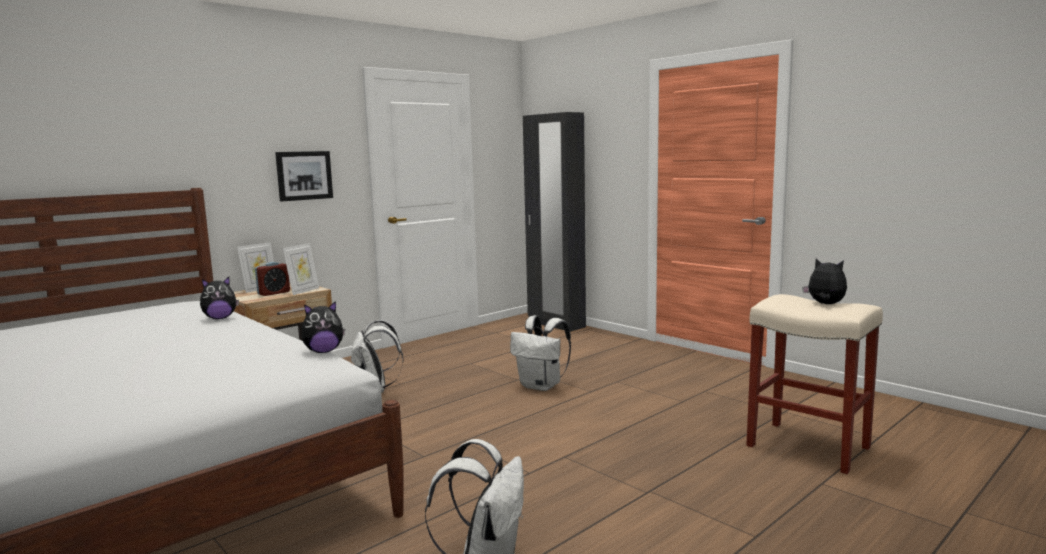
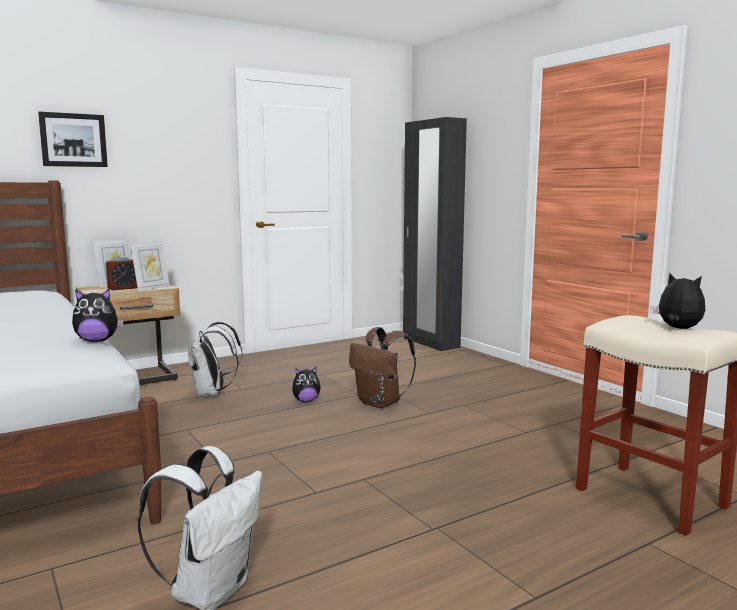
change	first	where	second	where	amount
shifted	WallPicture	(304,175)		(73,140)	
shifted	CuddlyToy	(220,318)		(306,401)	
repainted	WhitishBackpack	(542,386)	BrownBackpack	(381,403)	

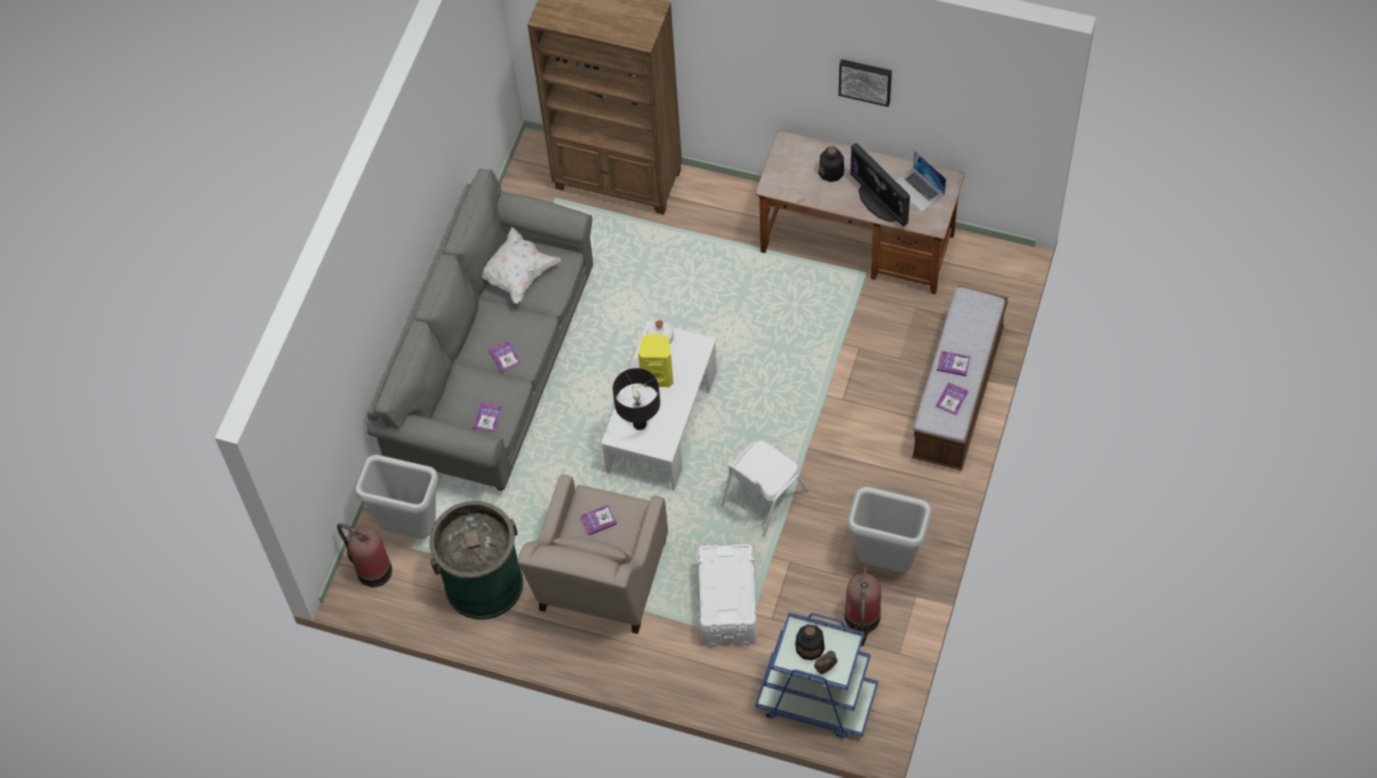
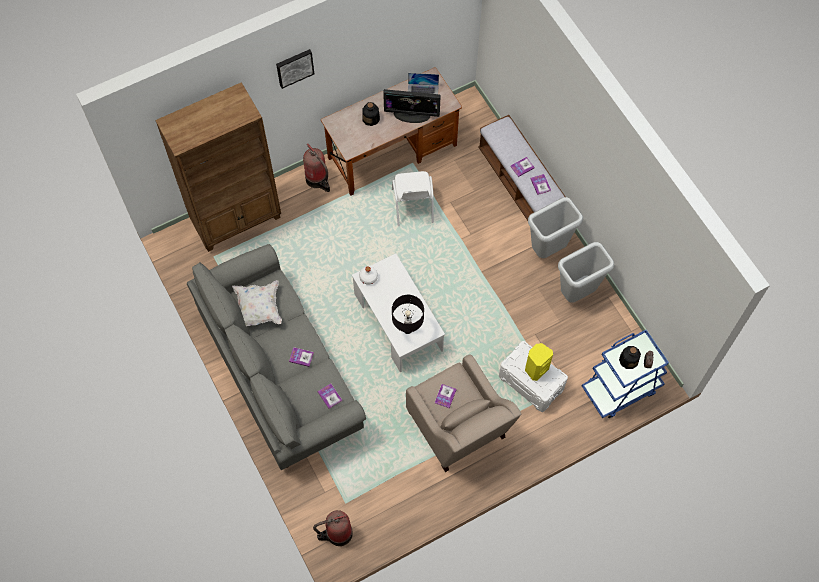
change	first	where	second	where	amount
shifted	WallPicture	(865,80)		(294,67)	
shifted	YellowLoudspeaker	(658,376)		(535,369)	
shifted	WhitishUprightChair	(762,498)		(412,206)	
shifted	GreyishWasteBin	(409,529)		(548,250)	
gone	GreenWasteBin	(484,583)			
shifted	FireExtinguisher	(862,620)		(318,180)	

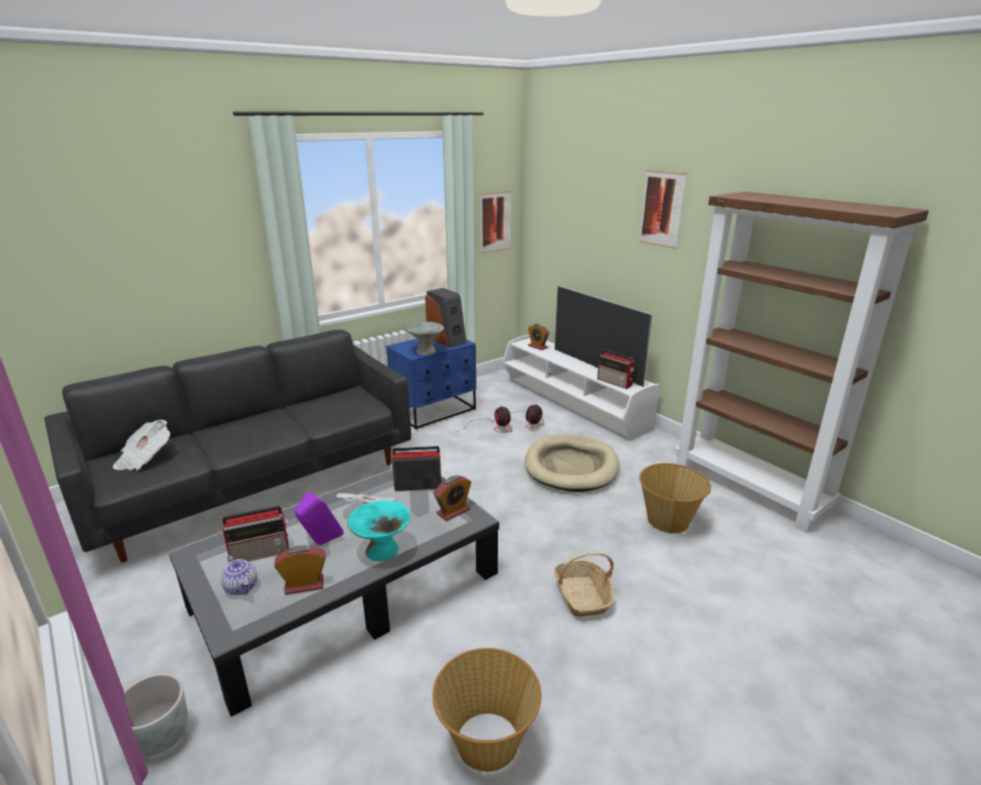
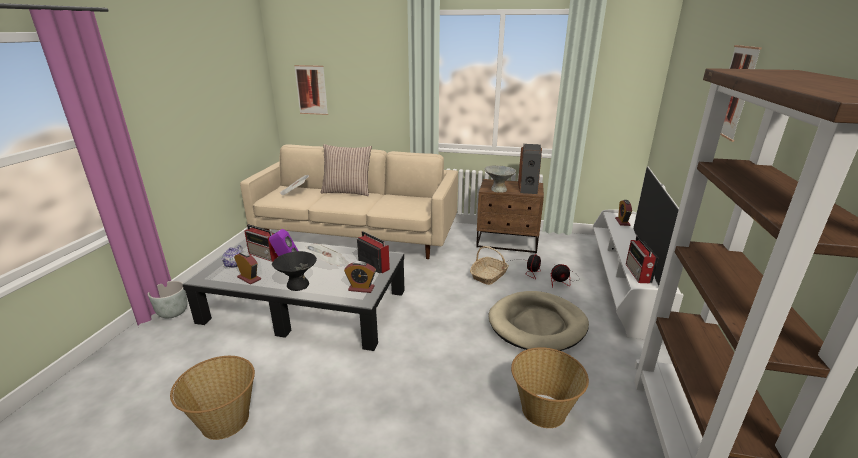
change	first	where	second	where	amount
shifted	WallPicture	(495,222)		(311,90)	
repainted	BlackishSofa	(257,485)	SandColouredSofa	(357,236)	
repainted	BlueNightTable	(435,411)	BrownNightTable	(507,242)	
repainted	TurquoiseColouredDeepDish	(382,551)	BlackishDeepDish	(297,285)	
shifted	StorageBasket	(582,596)		(488,275)	
new			ThrowPillow	(347,192)	

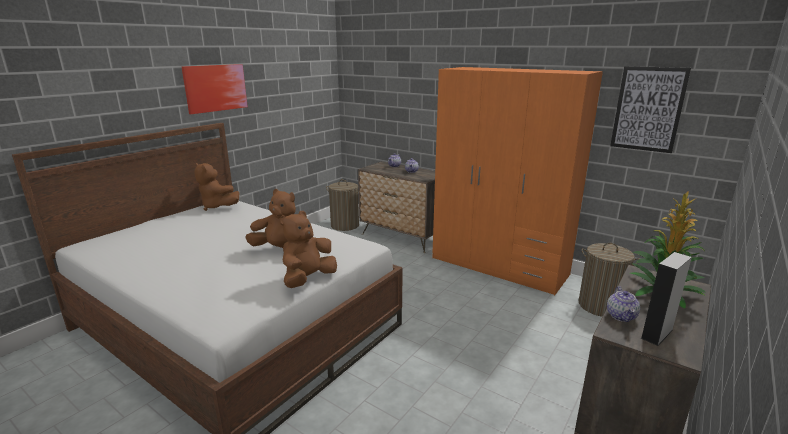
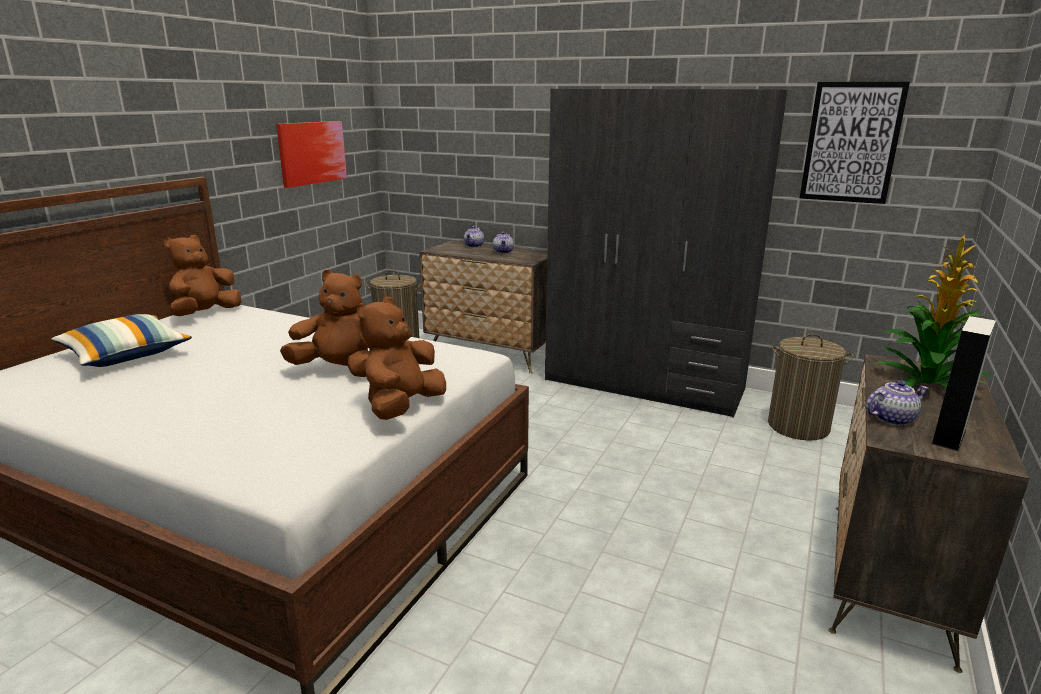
change	first	where	second	where	amount
shifted	WallPicture	(215,88)		(312,152)	
repainted	OrangeyClothesCupboard	(499,266)	GreyishClothesCupboard	(644,384)	
rotated	BrownCuddlyToy	(217,206)		(205,314)	90 degrees clockwise
rotated	TeaPot	(621,316)		(892,418)	105 degrees counterclockwise
new			ThrowPillow	(126,355)	

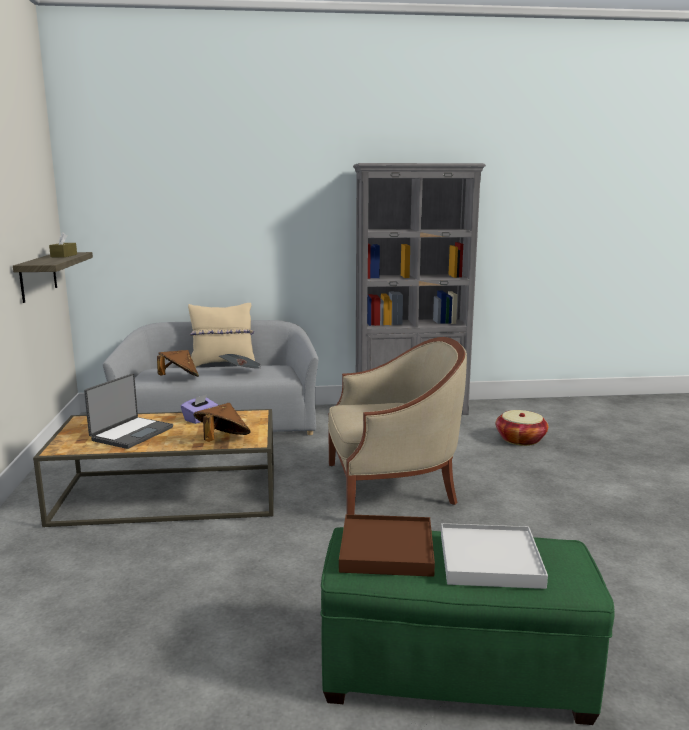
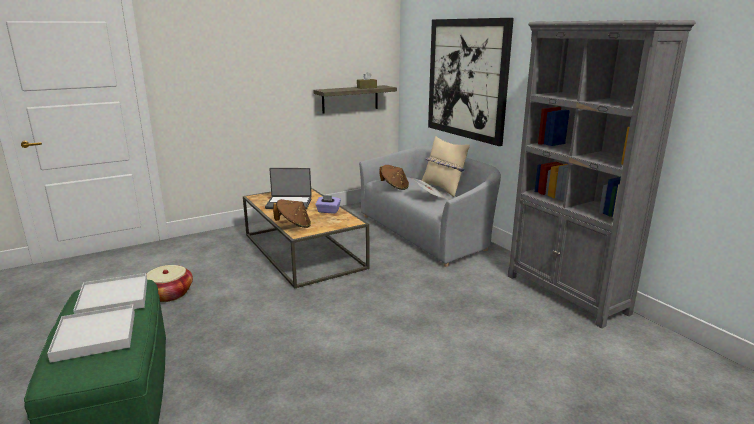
change	first	where	second	where	amount
gone	SandColouredEasyChair	(391,487)			
shifted	StorageBasket	(520,439)		(168,294)	
repainted	BrownServingTray	(387,549)	WhitishServingTray	(113,298)	
new			WallPicture	(467,79)	

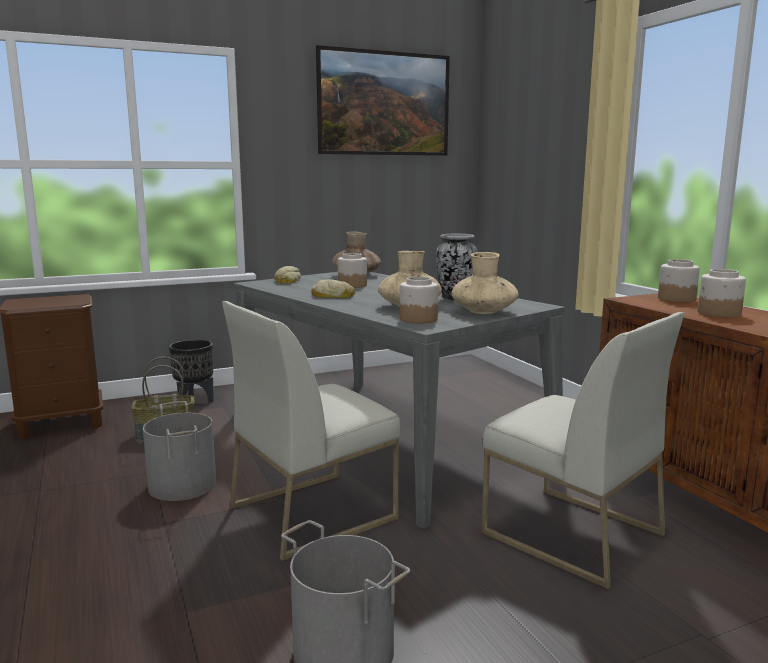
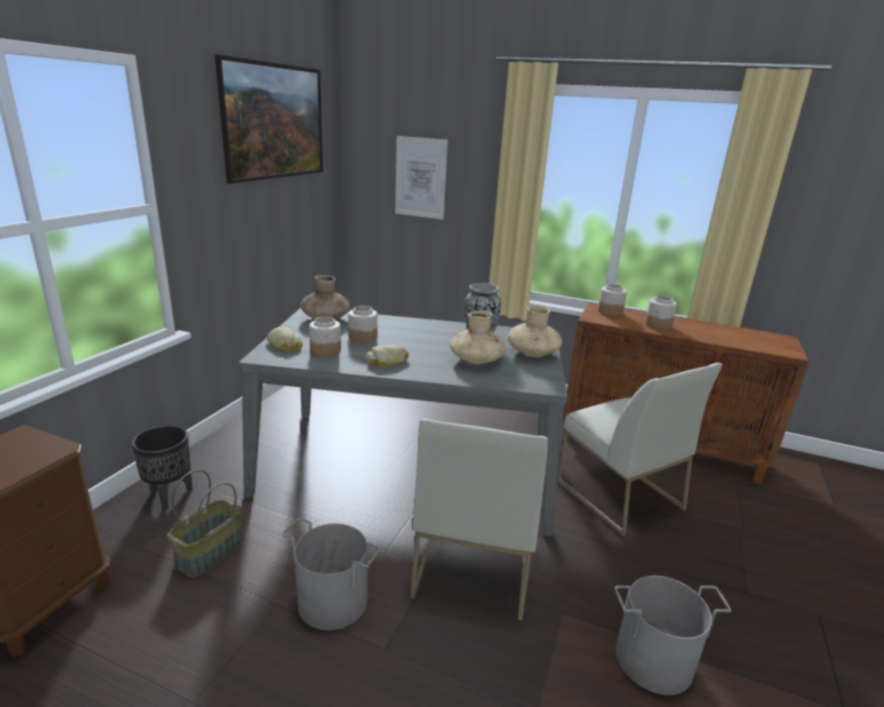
change	first	where	second	where	amount
shifted	Jar	(418,319)		(325,351)	
rotated	WhitishUprightChair	(570,533)		(617,494)	60 degrees clockwise
new			WallPicture	(420,178)	

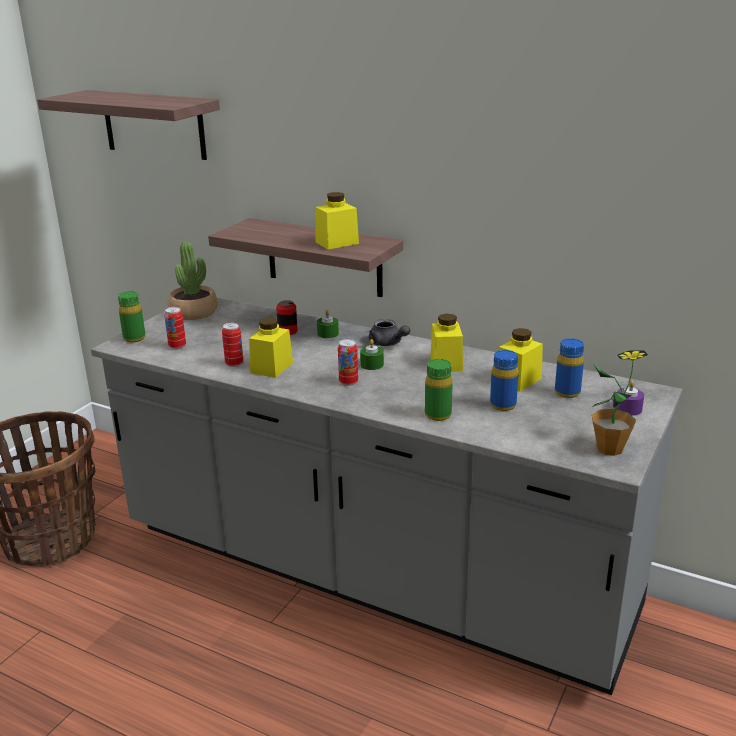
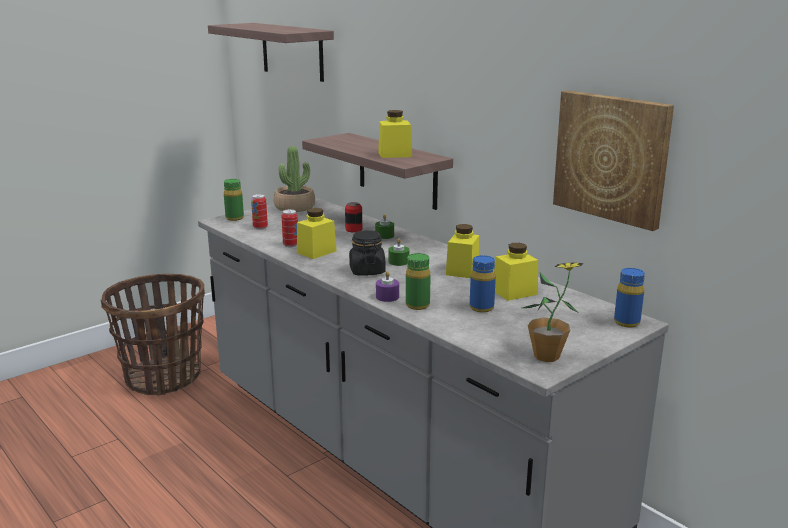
change	first	where	second	where	amount
gone	GreyishTeaPot	(388,343)			
shifted	BlueDrinkBottle	(567,392)		(626,322)	
swapped	Can	(348,382)	BlackishJar	(367,271)	
shifted	PurpleColouredWaxLight	(628,409)		(387,297)	
new			WallPicture	(612,157)	

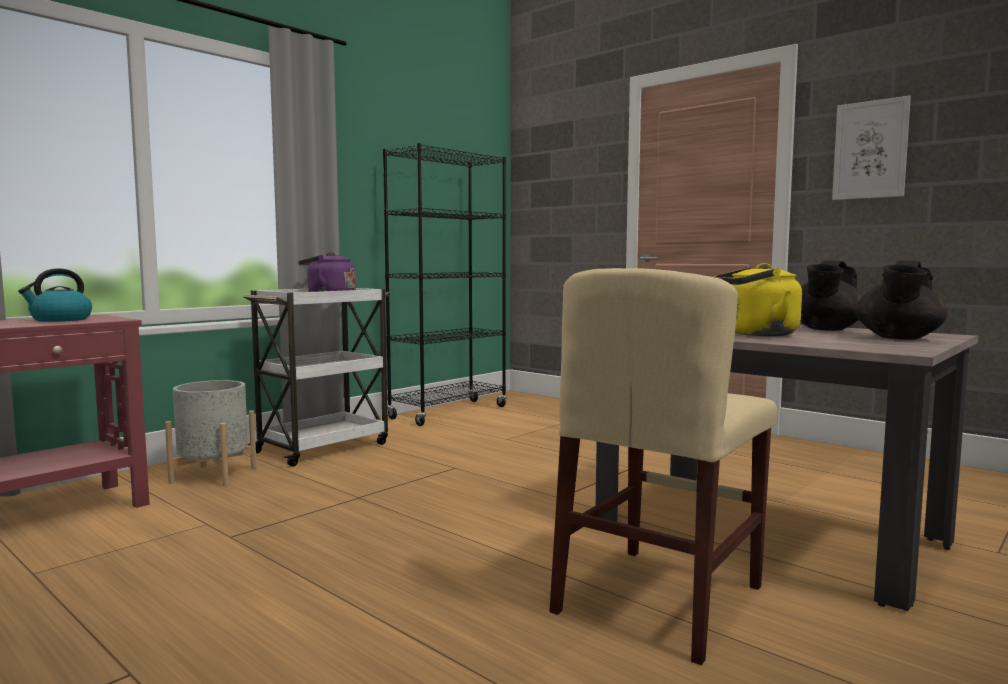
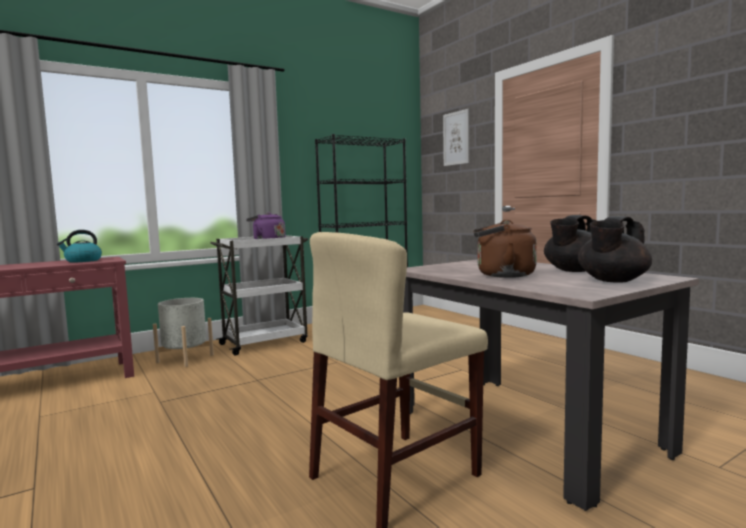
change	first	where	second	where	amount
shifted	WallPicture	(870,150)		(456,138)	
repainted	YellowWaterKettle	(756,334)	BrownWaterKettle	(501,275)	

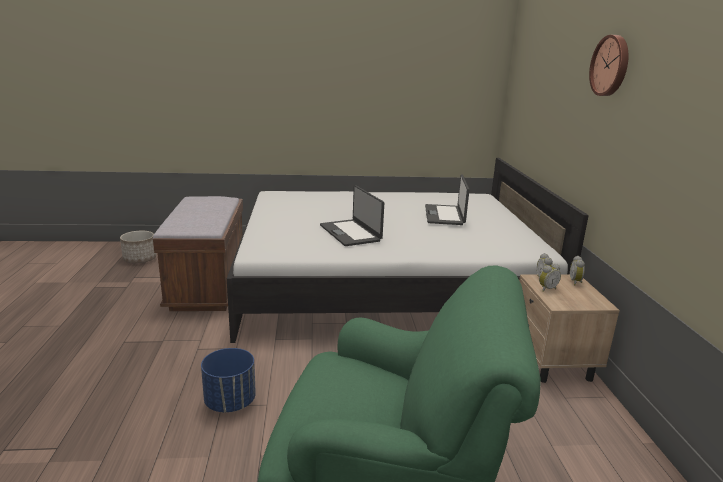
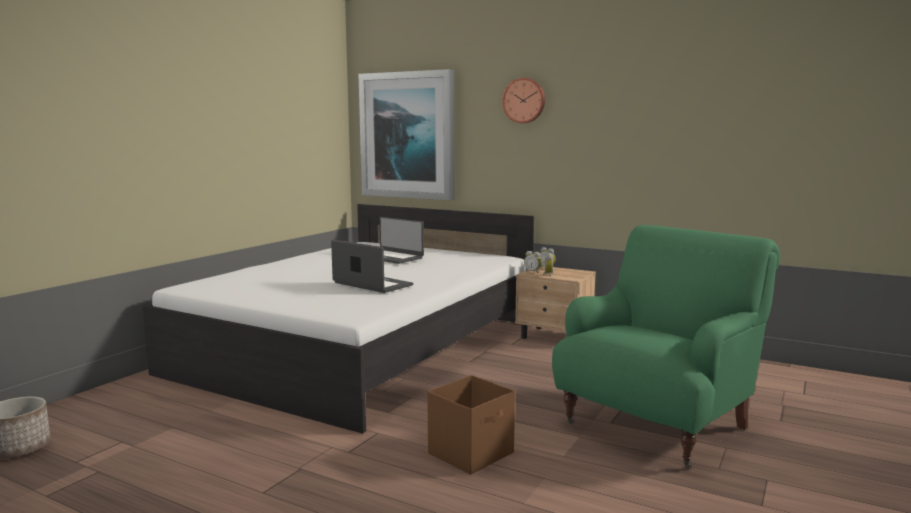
change	first	where	second	where	amount
rotated	NotebookComputer	(351,233)		(371,284)	150 degrees counterclockwise
gone	BrownBench	(208,285)			
swapped	BluePlanter	(230,402)	BrownStorageContainer	(472,453)	
new			WallPicture	(408,135)	

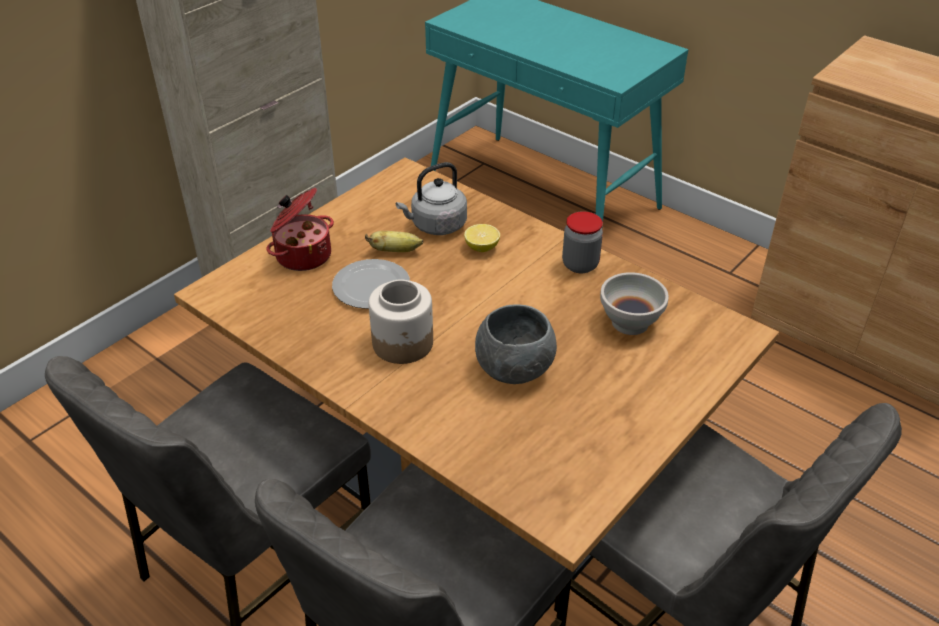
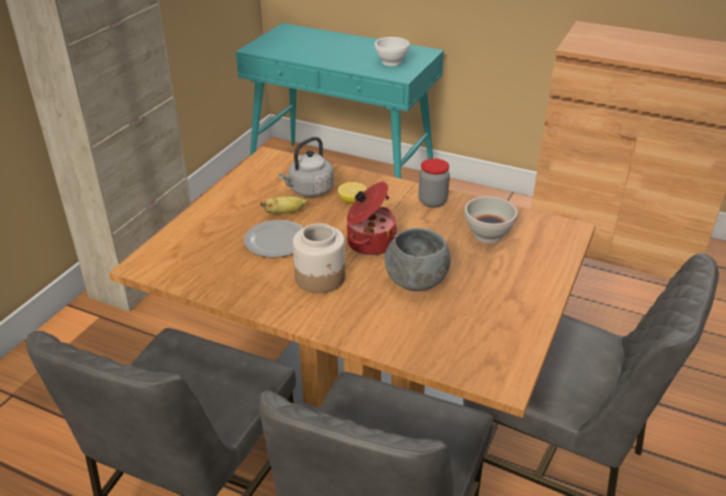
change	first	where	second	where	amount
shifted	Saucepot	(302,255)		(369,242)	
new			WhitishDeepDish	(391,62)	

